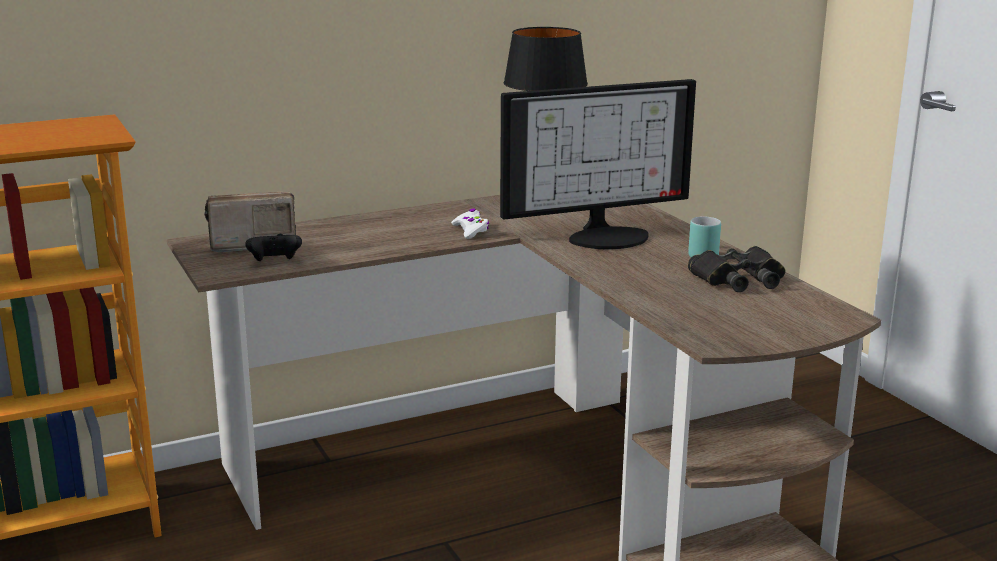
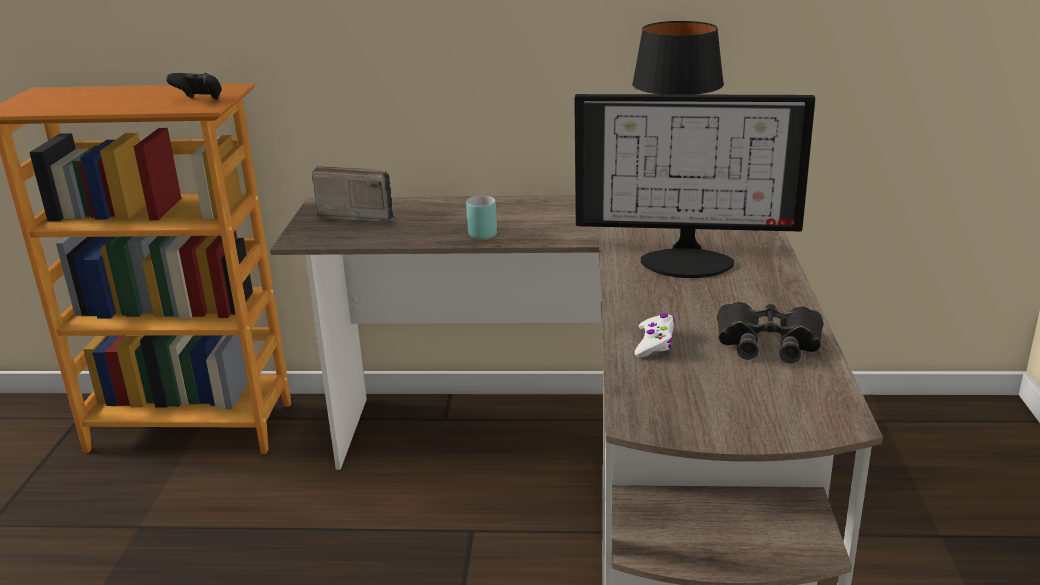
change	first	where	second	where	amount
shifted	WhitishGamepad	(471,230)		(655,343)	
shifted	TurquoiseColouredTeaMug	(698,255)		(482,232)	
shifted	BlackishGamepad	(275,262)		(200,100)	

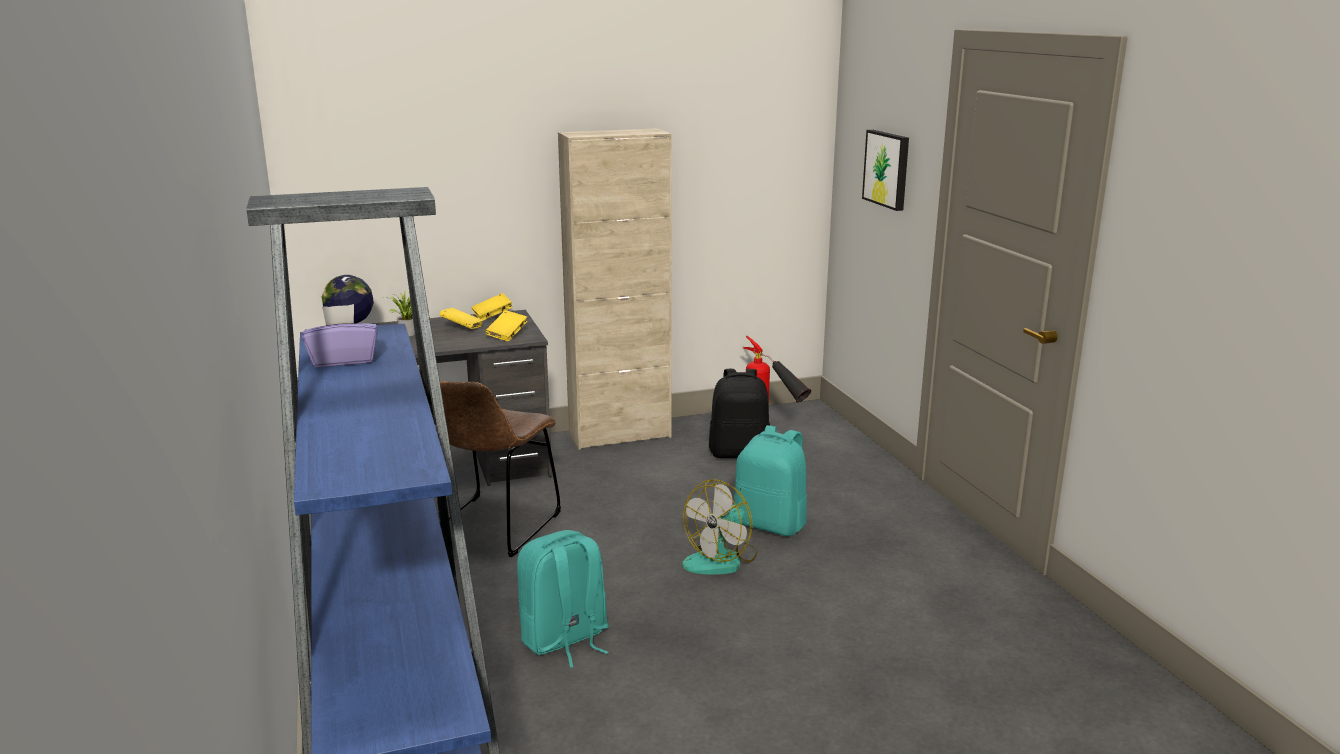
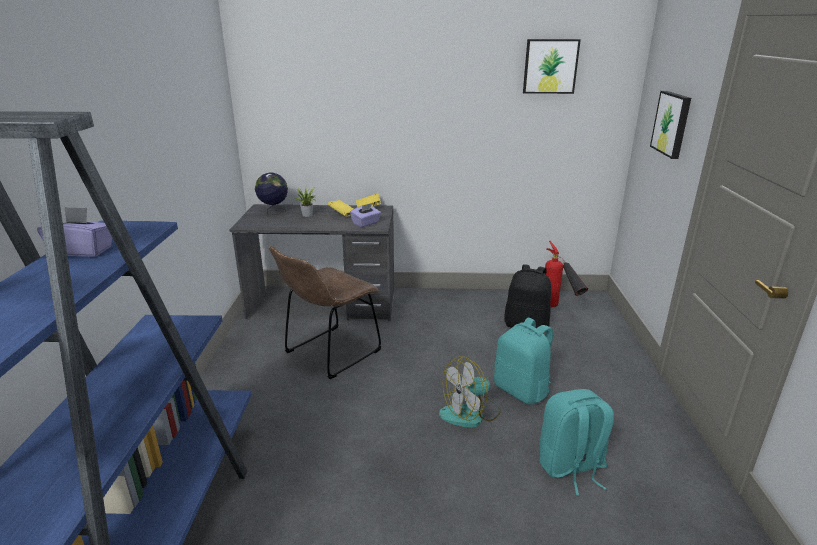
change	first	where	second	where	amount
gone	SandColouredStorageCabinet	(620,435)			
swapped	YellowVolume	(507,335)	PurpleColouredBoxOfTissues	(366,223)	
shifted	TurquoiseColouredBackpack	(565,640)		(571,467)	
new			WallPicture	(550,66)	

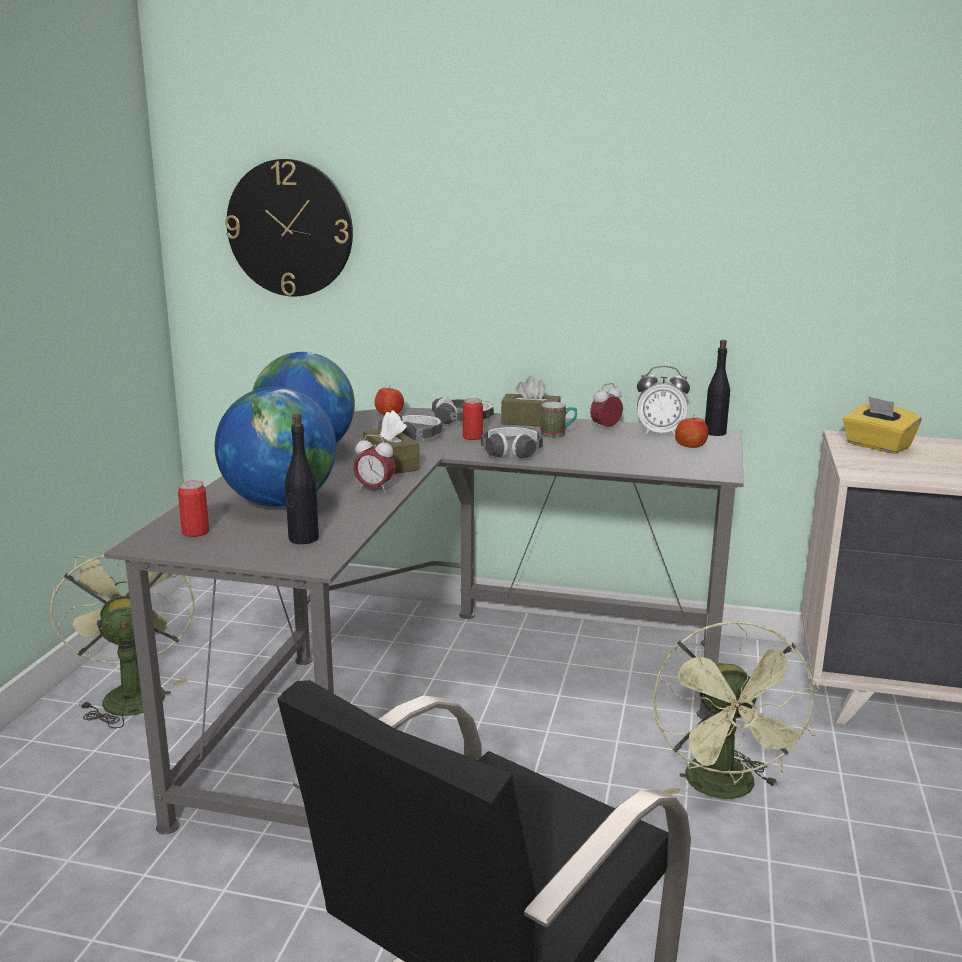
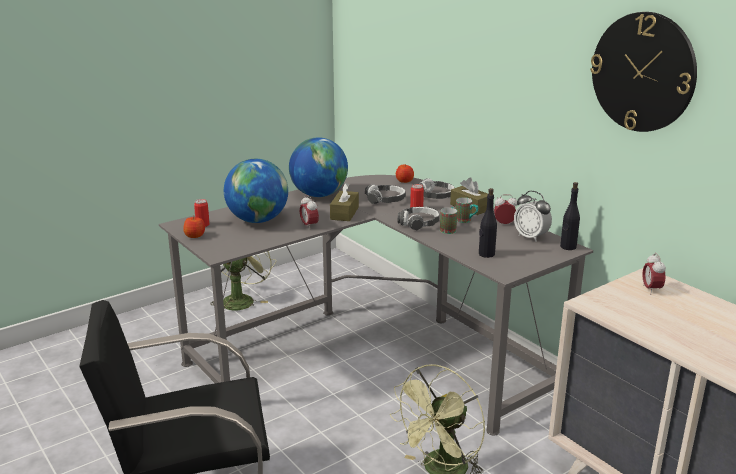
change	first	where	second	where	amount
shifted	ClockOnTheWall	(290,228)		(643,72)	
swapped	YellowBoxOfTissues	(877,446)	BedsideClock	(651,289)	
shifted	BlackishDrinkBottle	(303,539)		(486,254)	
shifted	Apple	(690,445)		(195,236)	
new			TeaMug	(448,229)	

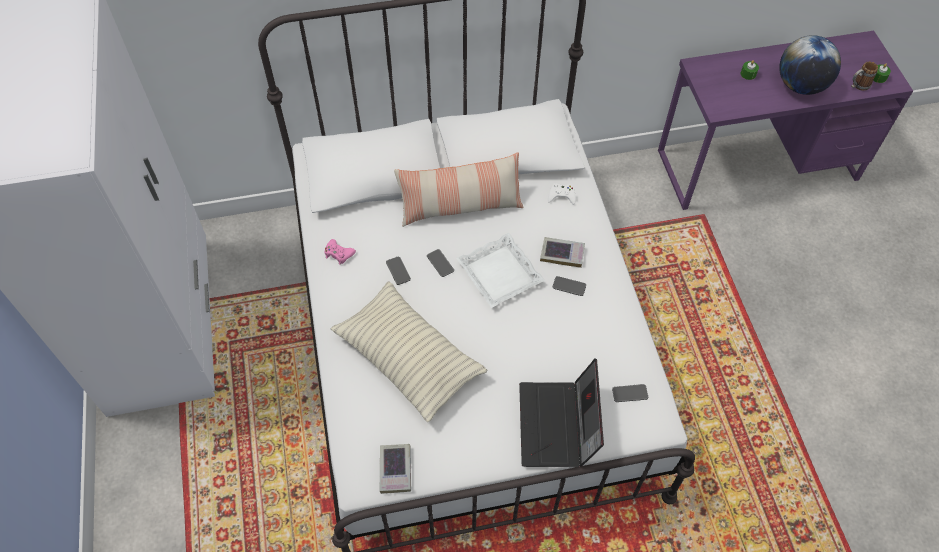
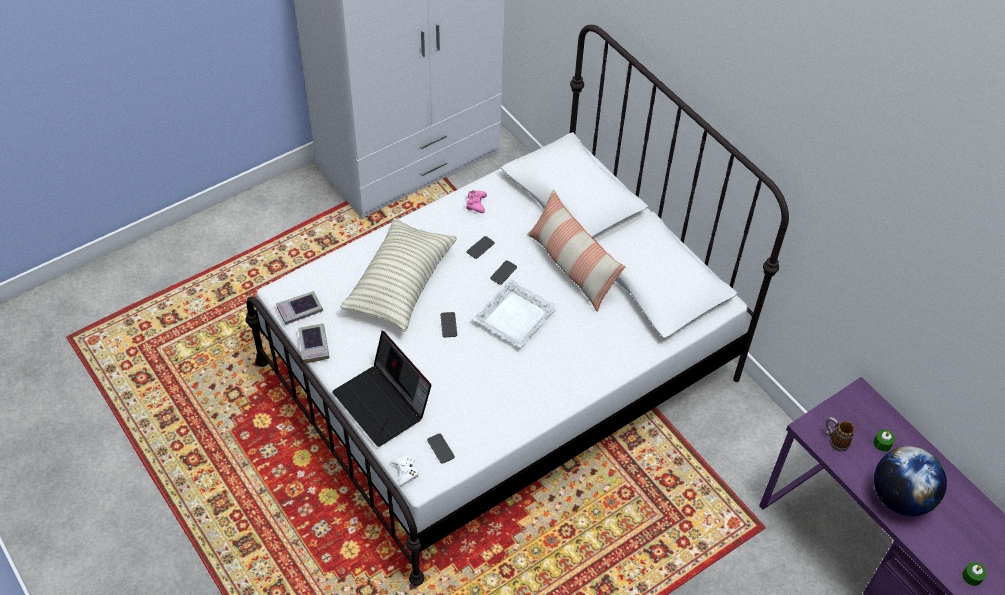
change	first	where	second	where	amount
shifted	TeaMug	(858,86)		(835,440)	
shifted	WhitishGamepad	(561,196)		(405,471)	
shifted	Volume	(562,254)		(314,345)	
shifted	Phone	(569,286)		(448,325)	
rotated	NotebookComputer	(558,426)		(383,404)	105 degrees counterclockwise

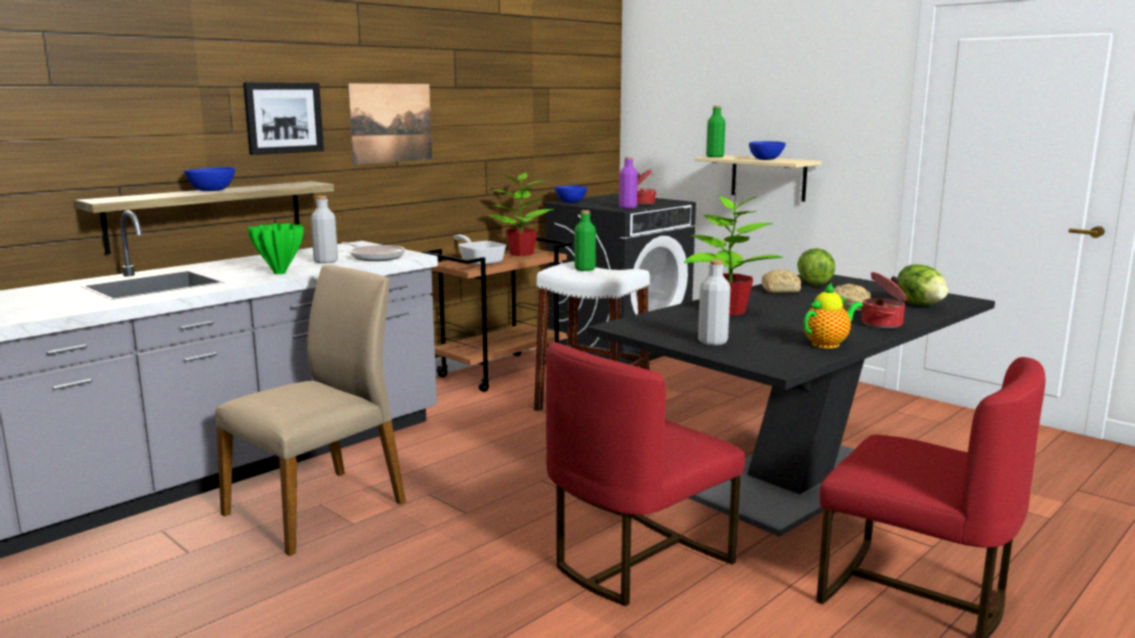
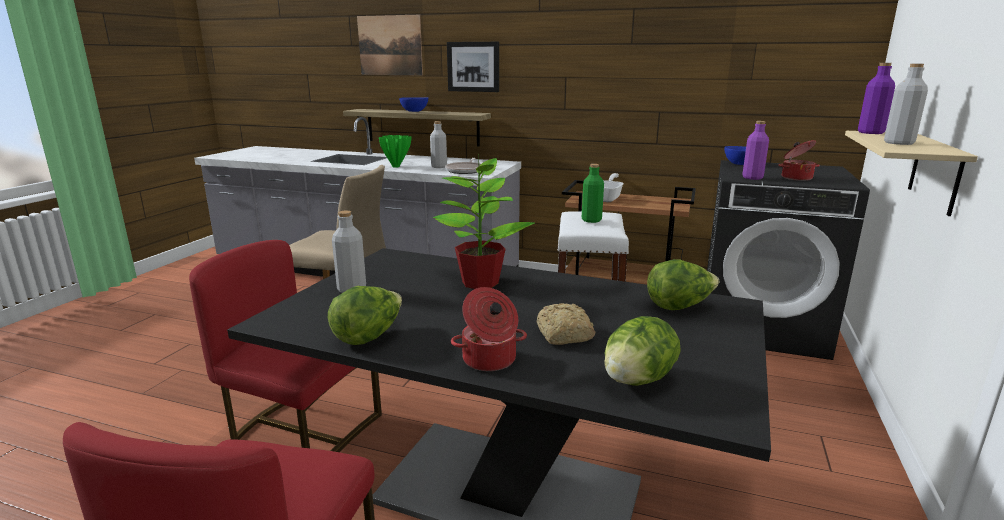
change	first	where	second	where	amount
shifted	WallPicture	(391,123)		(390,45)	
repainted	GreenDrinkBottle	(715,157)	PurpleColouredDrinkBottle	(870,132)	
swapped	BlueDeepDish	(766,159)	GreyishDrinkBottle	(899,143)	
gone	PlantInAPot	(521,254)			
gone	BakedBread	(779,290)			
swapped	TeaPot	(828,344)	LettuceHead	(368,336)	

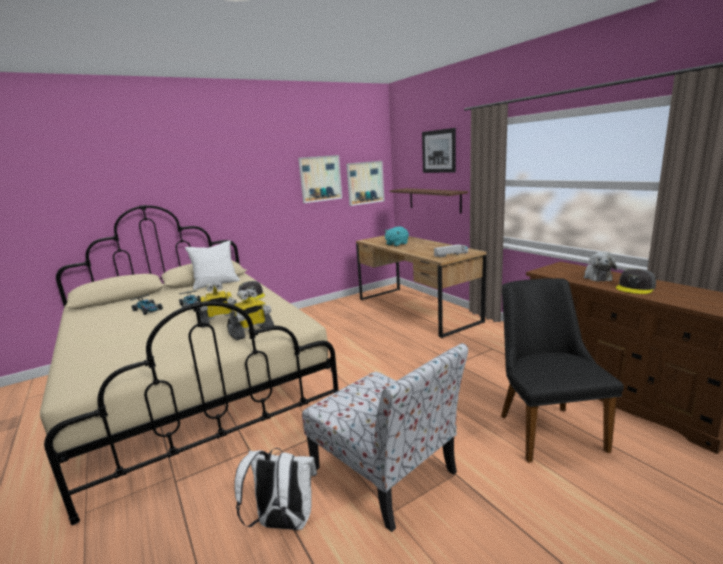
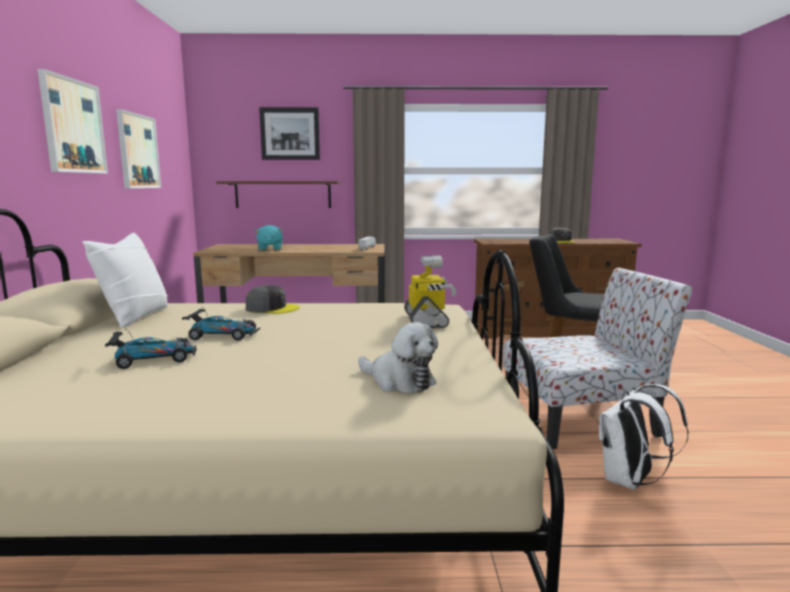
change	first	where	second	where	amount
shifted	WallPicture	(365,183)		(73,126)	
shifted	CuddlyToy	(597,277)		(399,381)	
gone	ToyRobot	(220,321)			

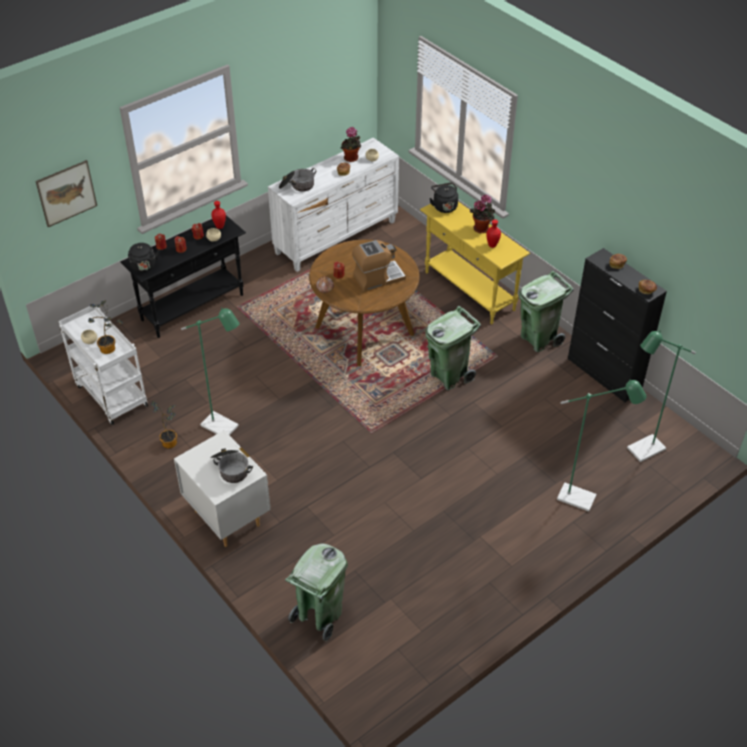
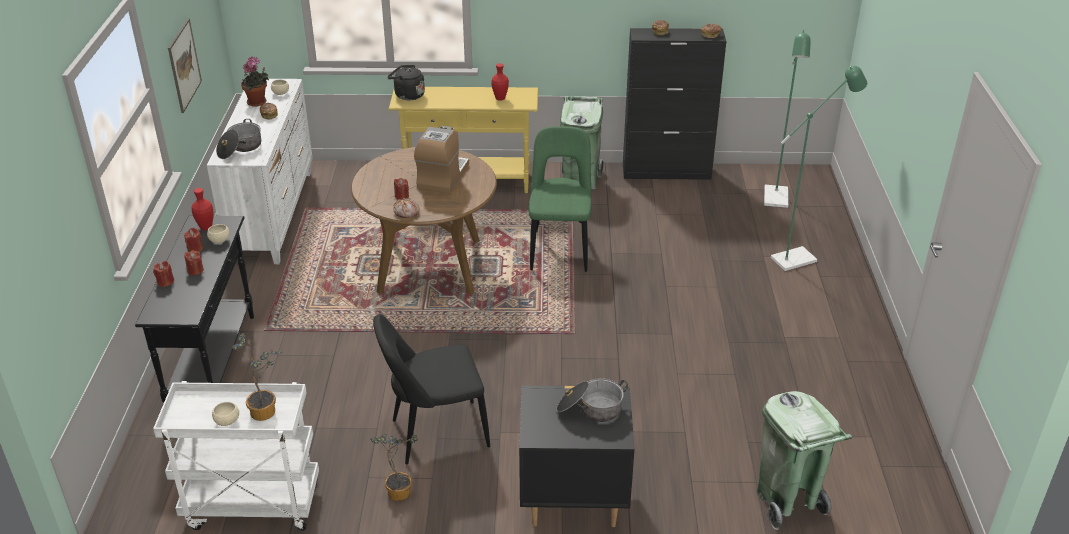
change	first	where	second	where	amount
shifted	WallPicture	(66,193)		(184,65)	
gone	PlantInAPot	(482,228)			
gone	BlackishWaterKettle	(144,267)			
swapped	GreenWasteBin	(449,376)	GreenUprightChair	(560,249)	
swapped	GreenFloorLamp	(225,428)	BlackishUprightChair	(435,434)	
repainted	WhitishNightTable	(227,518)	BlackishNightTable	(573,502)	

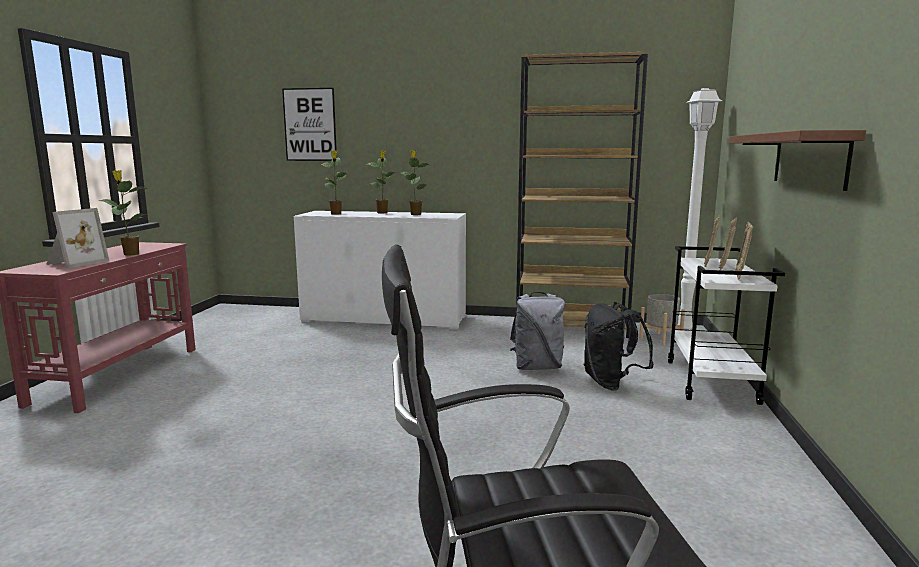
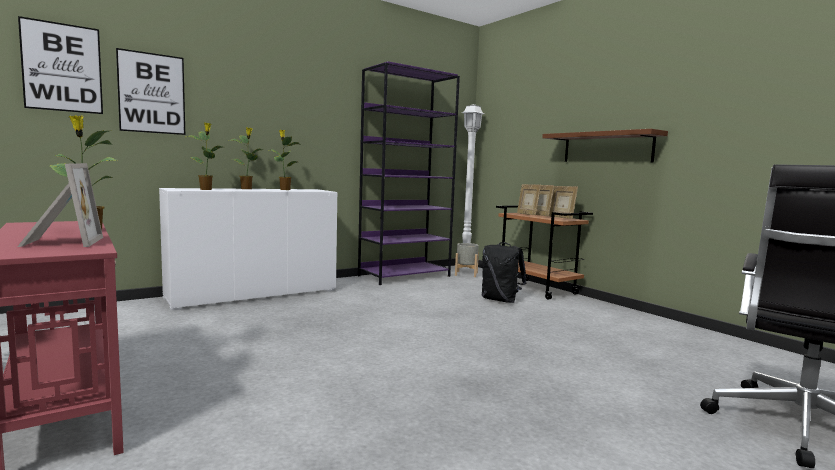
change	first	where	second	where	amount
repainted	BrownBookcase	(572,327)	PurpleColouredBookcase	(404,276)	
repainted	WhitishWheeledCart	(712,382)	BrownWheeledCart	(537,289)	
gone	GreyishBackpack	(537,367)			
new			WallPicture	(62,67)	

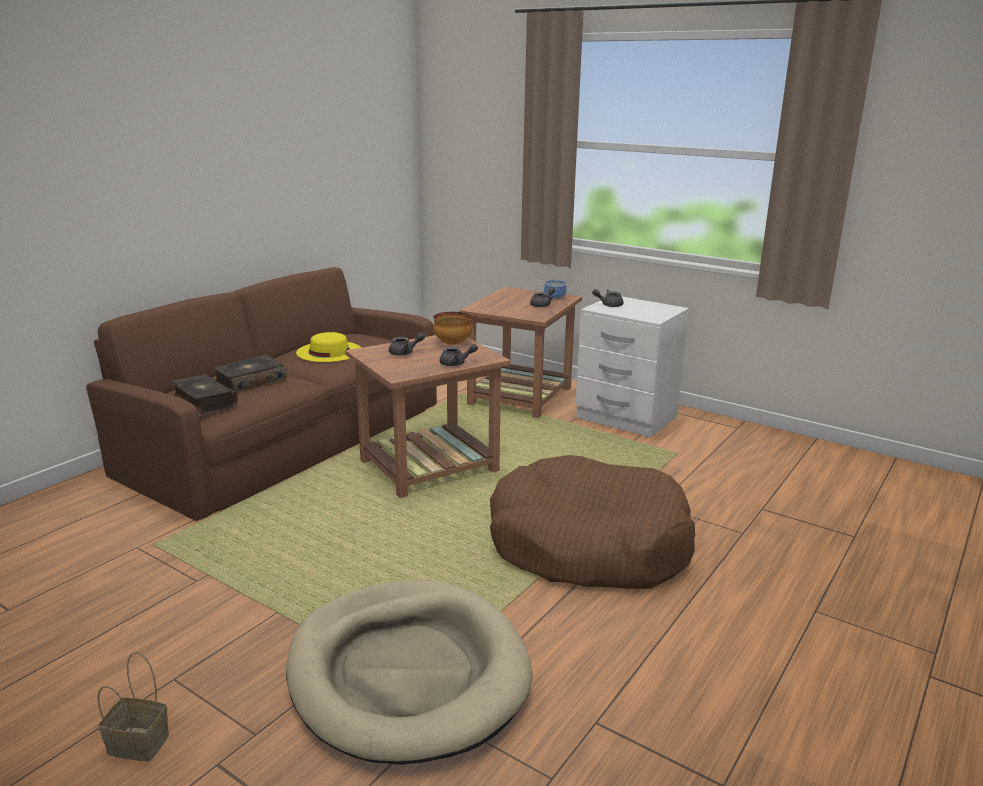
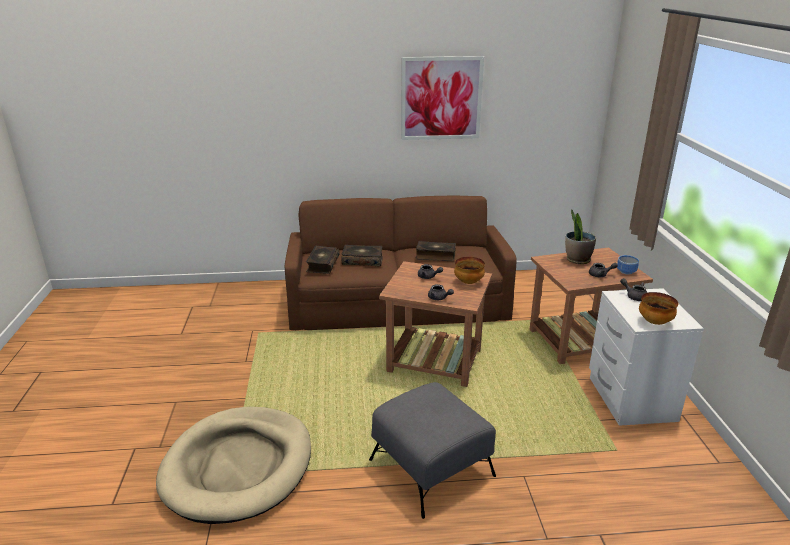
change	first	where	second	where	amount
swapped	YellowHat	(329,351)	Volume	(435,256)	
swapped	BrownDogCushion	(588,545)	GreyishPouffe	(431,468)	
gone	StorageBasket	(136,744)			
new			WallPicture	(441,98)	
new			PlantInAPot	(577,260)	
new			DeepDish	(655,322)	

